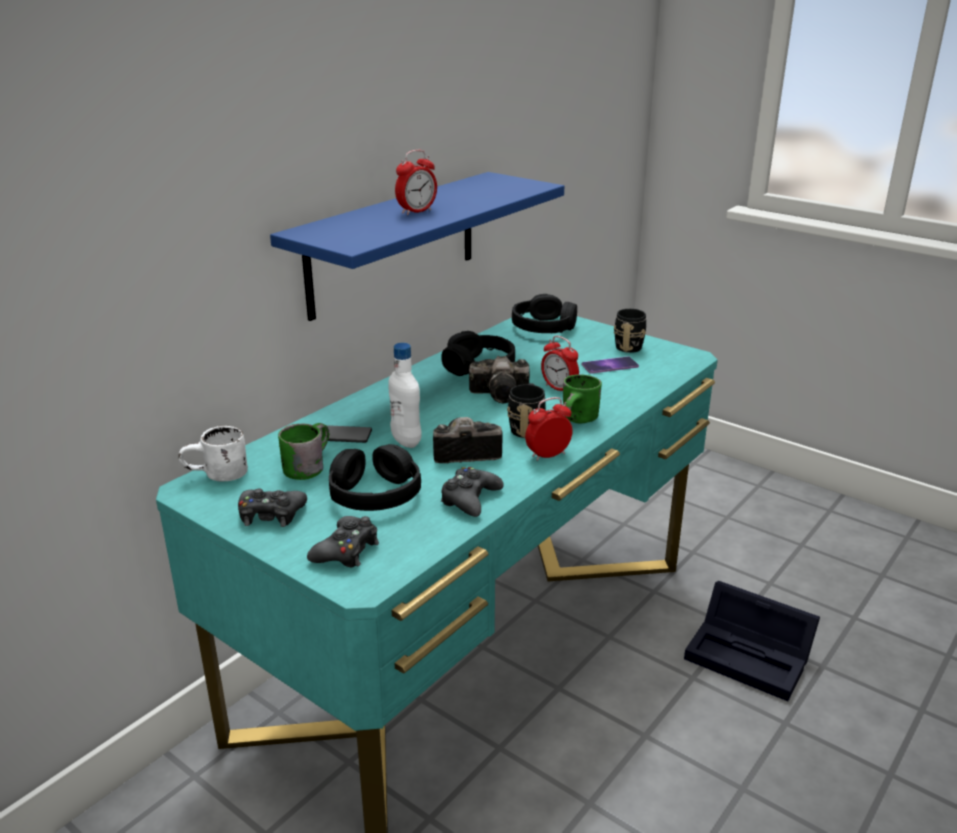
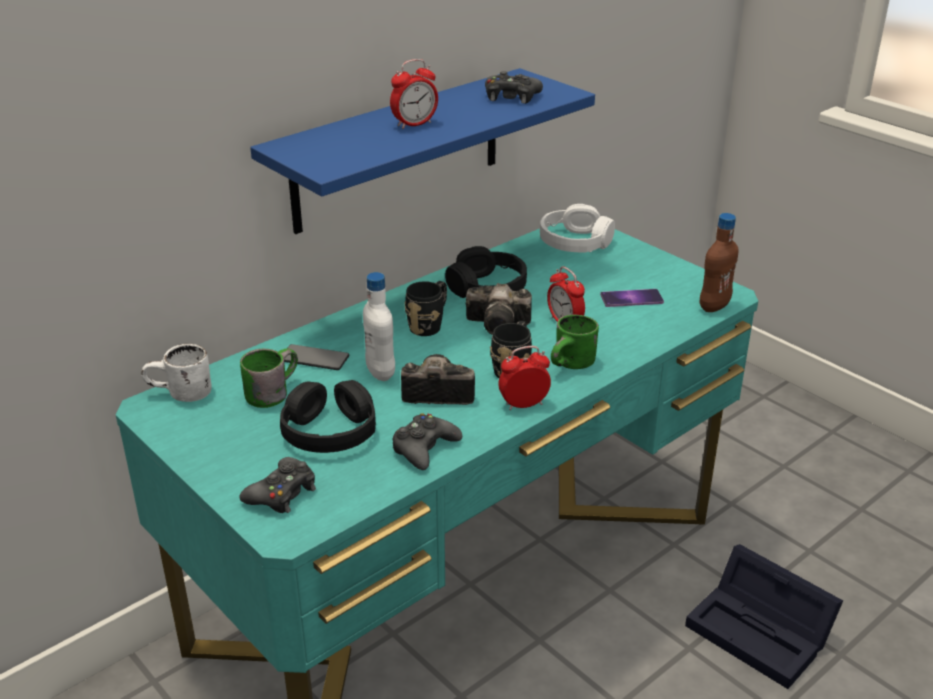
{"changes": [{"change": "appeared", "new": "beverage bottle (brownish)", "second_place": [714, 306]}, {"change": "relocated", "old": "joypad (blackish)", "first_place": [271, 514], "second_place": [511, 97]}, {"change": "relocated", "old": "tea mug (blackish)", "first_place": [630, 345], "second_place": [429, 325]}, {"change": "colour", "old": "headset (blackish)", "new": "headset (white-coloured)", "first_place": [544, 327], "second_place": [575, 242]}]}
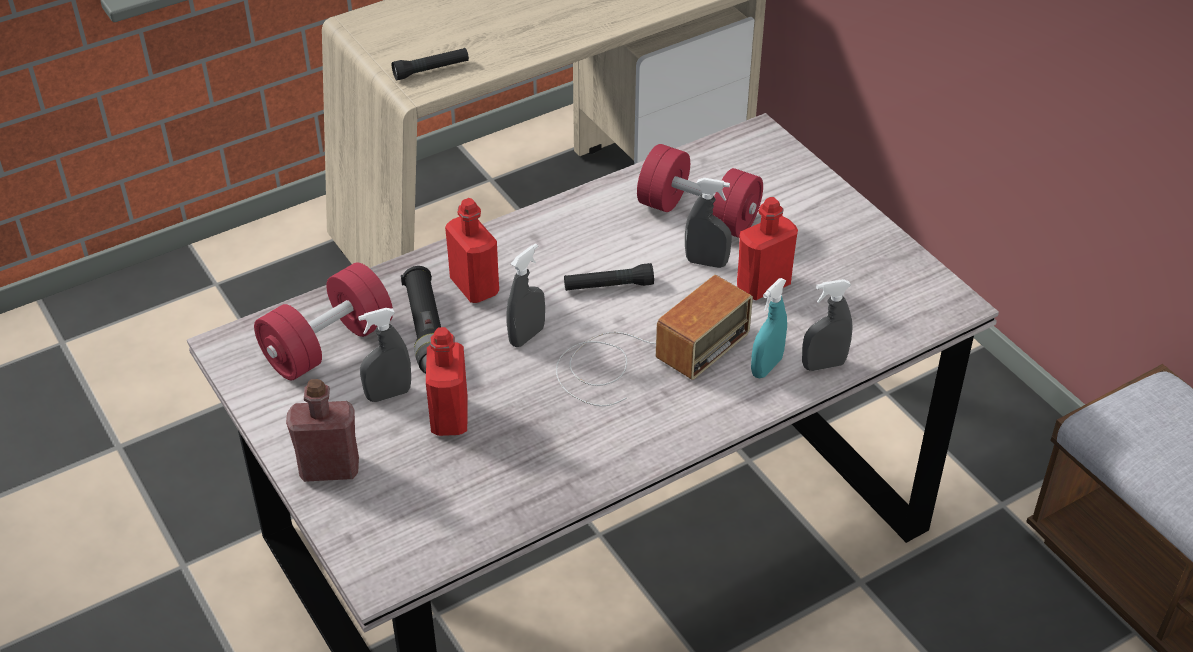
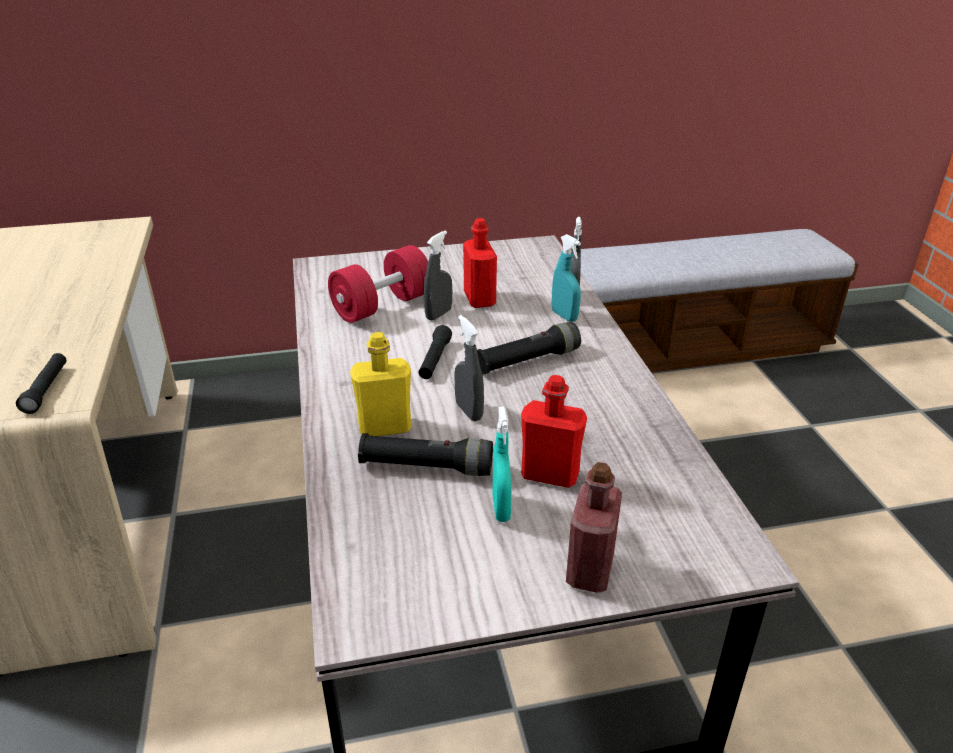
{"changes": [{"change": "missing", "old": "free weight (red)", "first_place": [328, 345]}, {"change": "exchanged", "old": "radio receiver", "new": "hand torch (blackish)", "first_place": [644, 357], "second_place": [527, 361]}, {"change": "colour", "old": "hand sprayer (greyish)", "new": "hand sprayer (blue-green)", "first_place": [388, 394], "second_place": [501, 508]}, {"change": "colour", "old": "beverage bottle (red)", "new": "beverage bottle (yellowish)", "first_place": [474, 286], "second_place": [385, 427]}]}
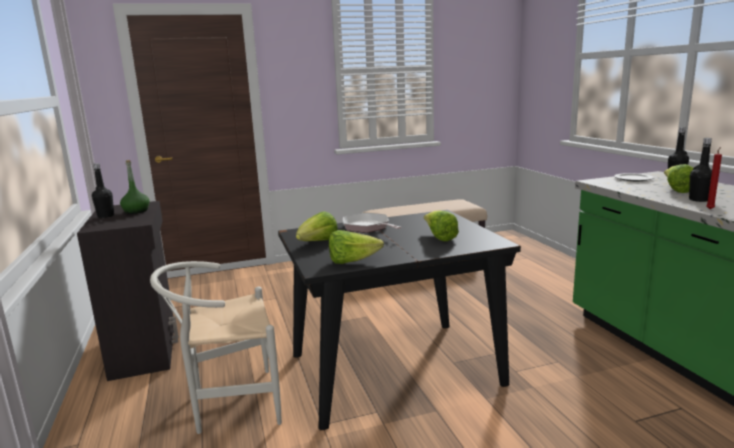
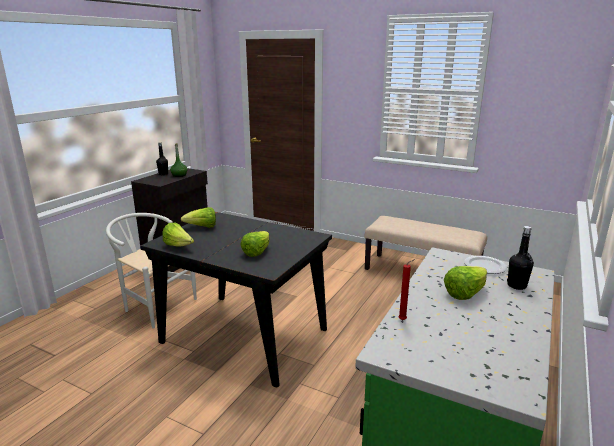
{"changes": [{"change": "missing", "old": "pan", "first_place": [368, 227]}, {"change": "missing", "old": "beverage bottle (blackish)", "first_place": [699, 200]}]}
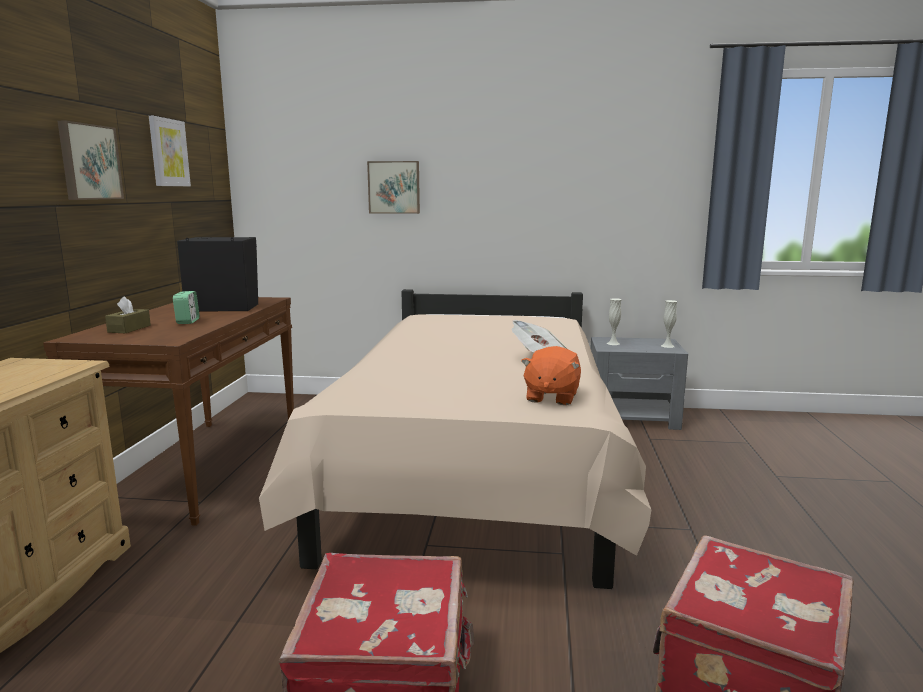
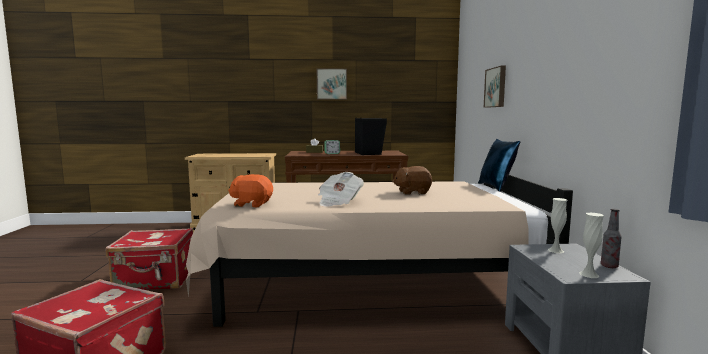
{"changes": [{"change": "missing", "old": "picture", "first_place": [168, 152]}, {"change": "appeared", "new": "cuddly toy (brownish)", "second_place": [412, 192]}, {"change": "appeared", "new": "cushion (blue-coloured)", "second_place": [497, 187]}, {"change": "appeared", "new": "beverage bottle", "second_place": [609, 266]}]}
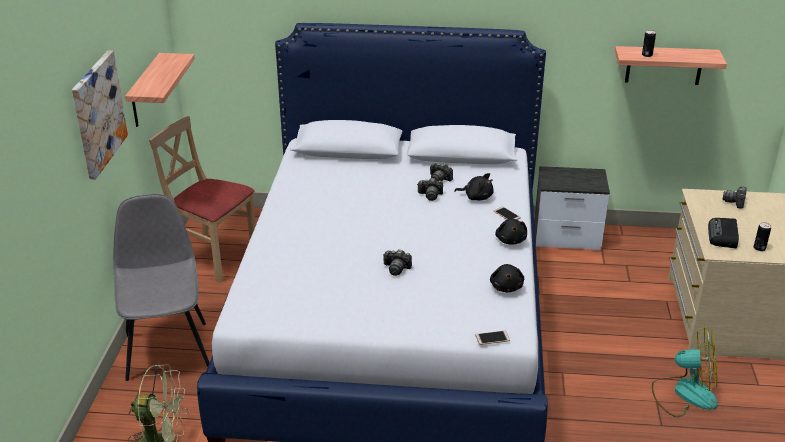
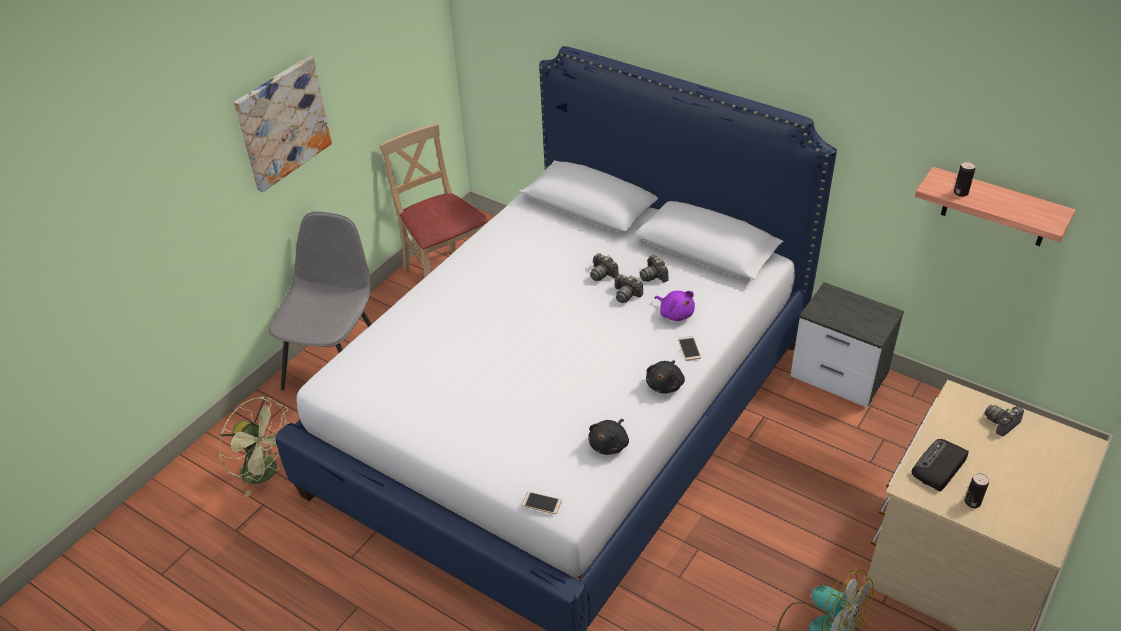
{"changes": [{"change": "missing", "old": "shelf", "first_place": [145, 91]}, {"change": "relocated", "old": "still camera", "first_place": [396, 268], "second_place": [602, 274]}, {"change": "colour", "old": "cuddly toy (blackish)", "new": "cuddly toy (purple)", "first_place": [476, 197], "second_place": [675, 313]}]}
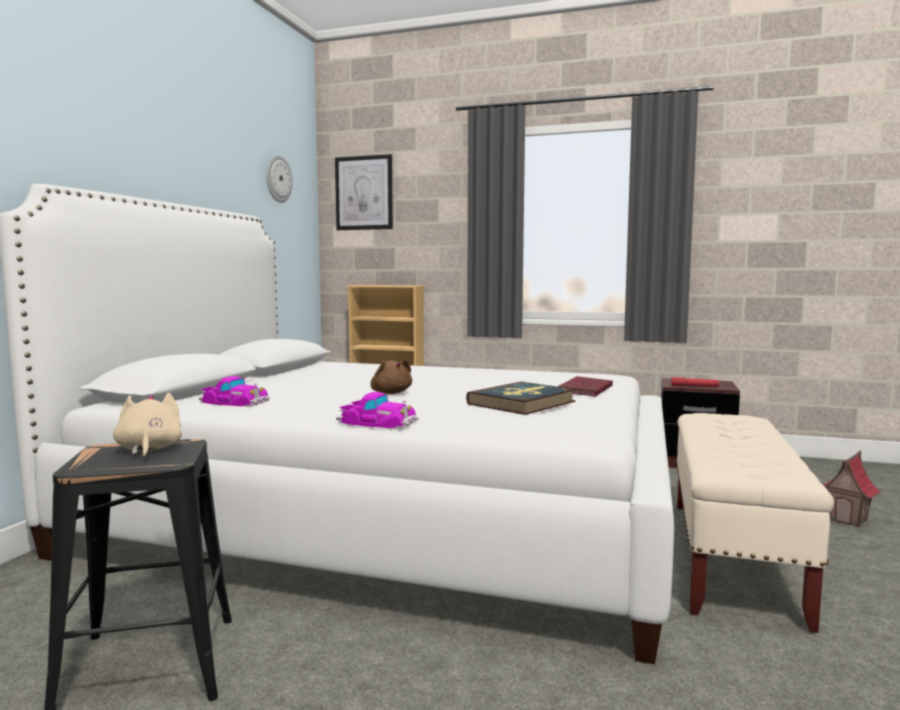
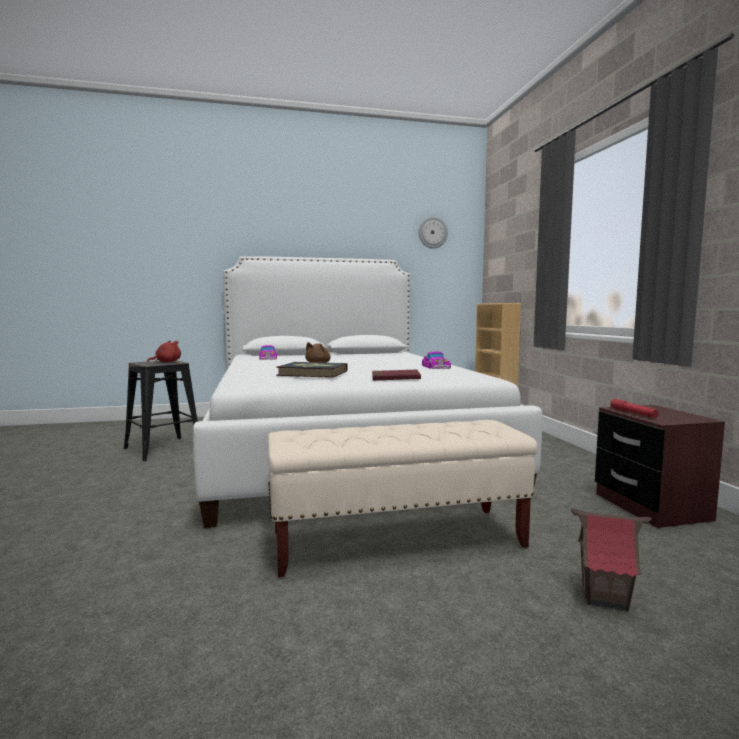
{"changes": [{"change": "missing", "old": "picture", "first_place": [364, 193]}, {"change": "relocated", "old": "miniature car", "first_place": [377, 422], "second_place": [435, 366]}, {"change": "colour", "old": "cuddly toy (beige-coloured)", "new": "cuddly toy (red)", "first_place": [149, 450], "second_place": [166, 362]}]}
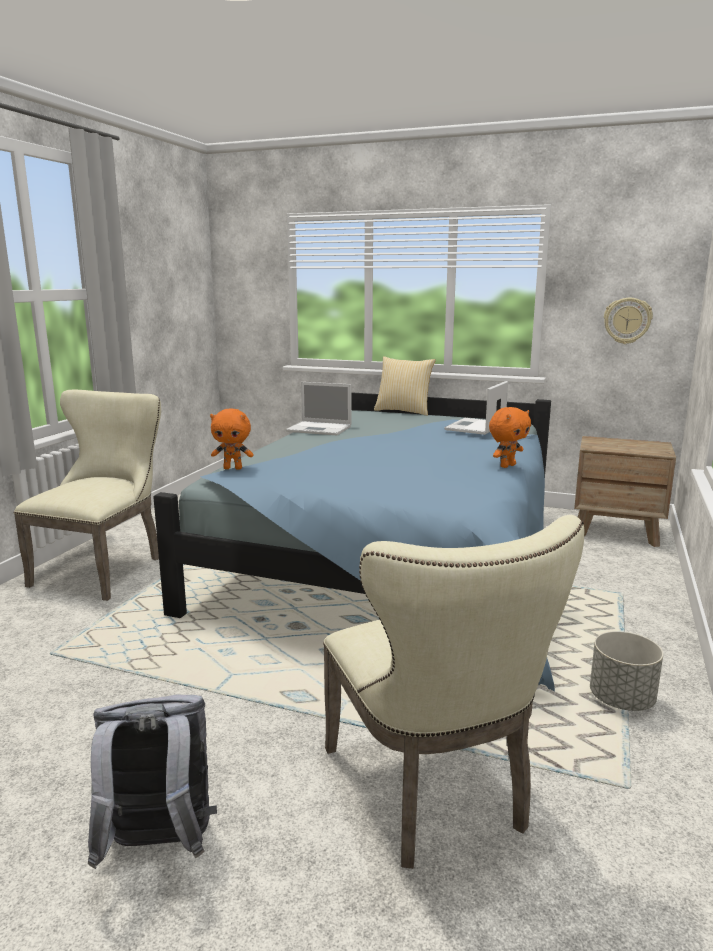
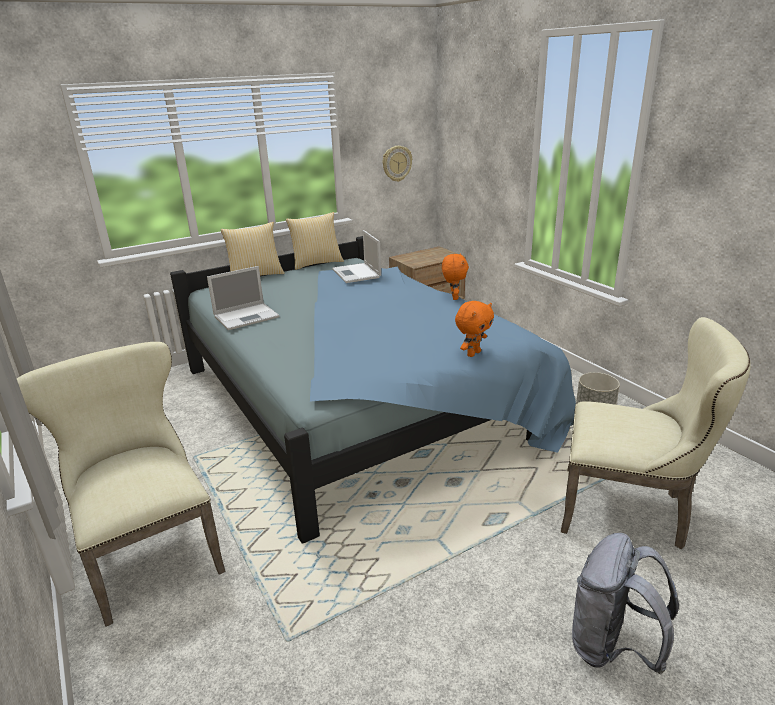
{"changes": [{"change": "appeared", "new": "cushion", "second_place": [316, 263]}, {"change": "relocated", "old": "cuddly toy (orange)", "first_place": [233, 468], "second_place": [473, 353]}]}
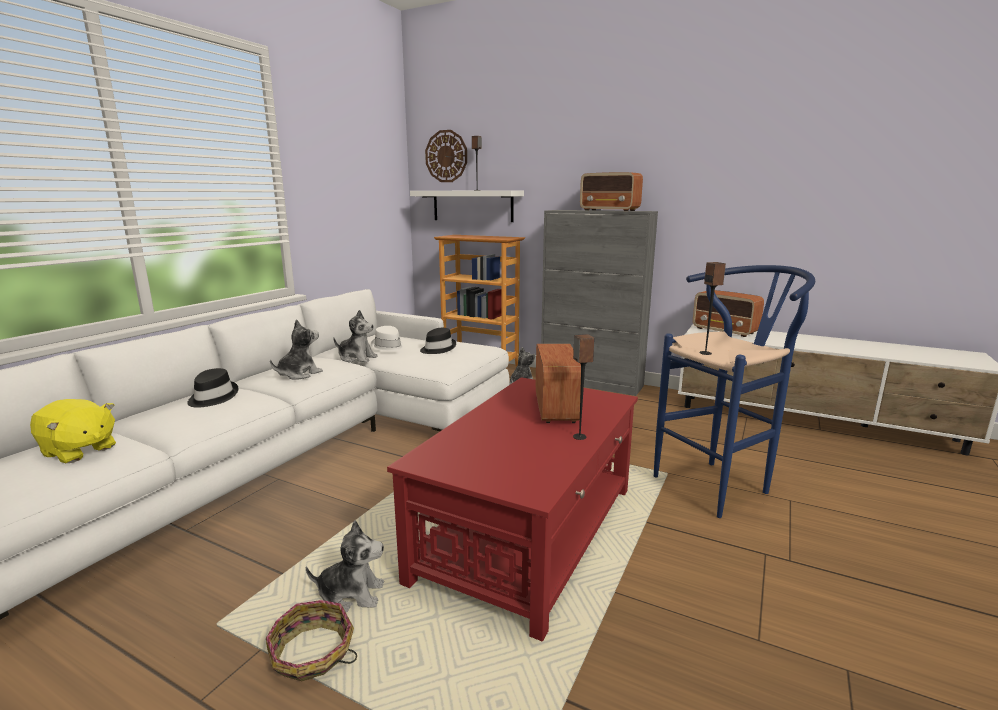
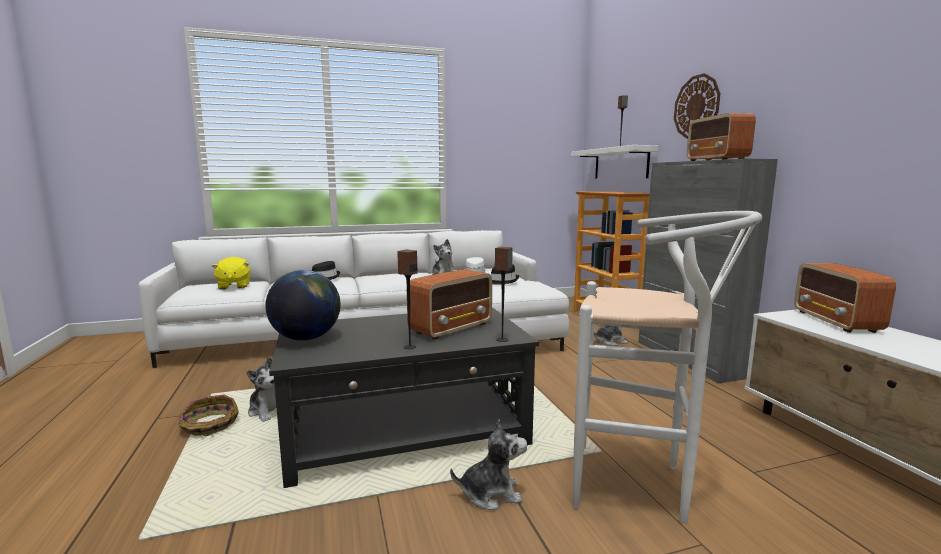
{"changes": [{"change": "appeared", "new": "world globe", "second_place": [306, 338]}, {"change": "relocated", "old": "cuddly toy", "first_place": [299, 374], "second_place": [491, 494]}, {"change": "relocated", "old": "wall clock", "first_place": [446, 156], "second_place": [696, 107]}, {"change": "relocated", "old": "speaker", "first_place": [705, 353], "second_place": [502, 340]}, {"change": "colour", "old": "coffee table (red)", "new": "coffee table (blackish)", "first_place": [530, 531], "second_place": [407, 432]}, {"change": "colour", "old": "sitting stool (blue-coloured)", "new": "sitting stool (white-coloured)", "first_place": [719, 484], "second_place": [641, 486]}]}
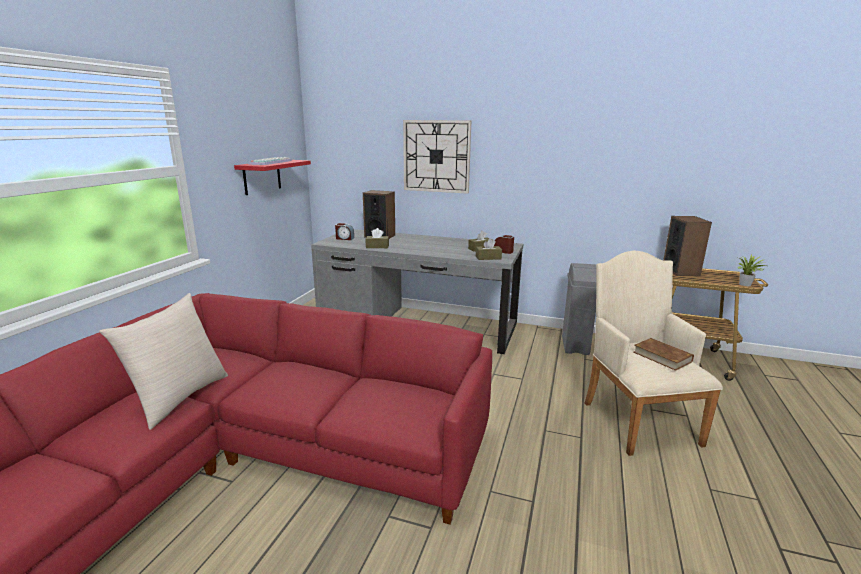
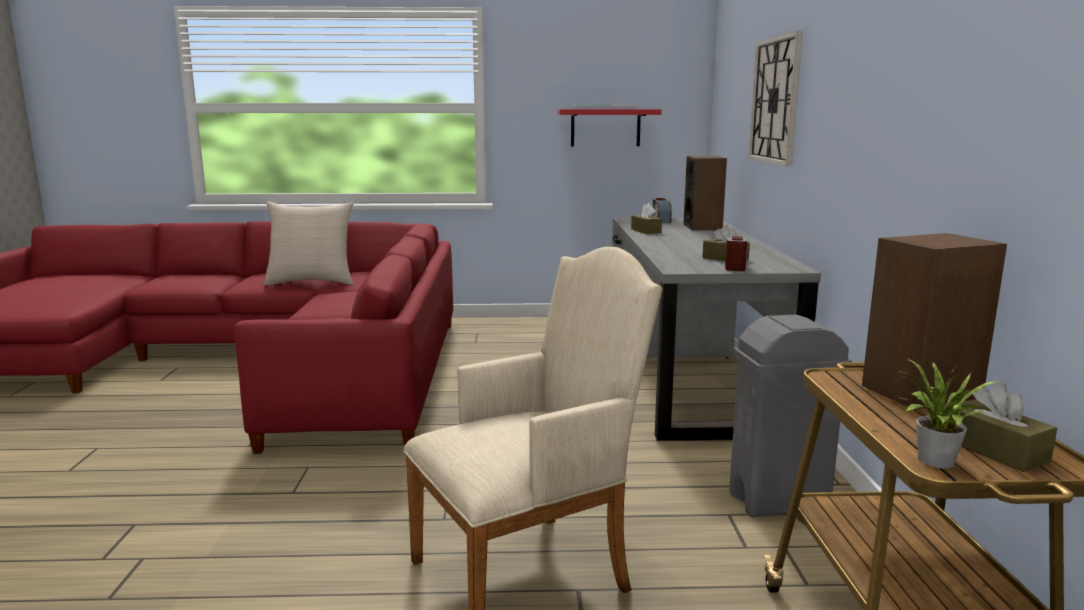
{"changes": [{"change": "missing", "old": "book (brownish)", "first_place": [662, 356]}, {"change": "relocated", "old": "box of tissues (brownish)", "first_place": [488, 258], "second_place": [995, 450]}]}
